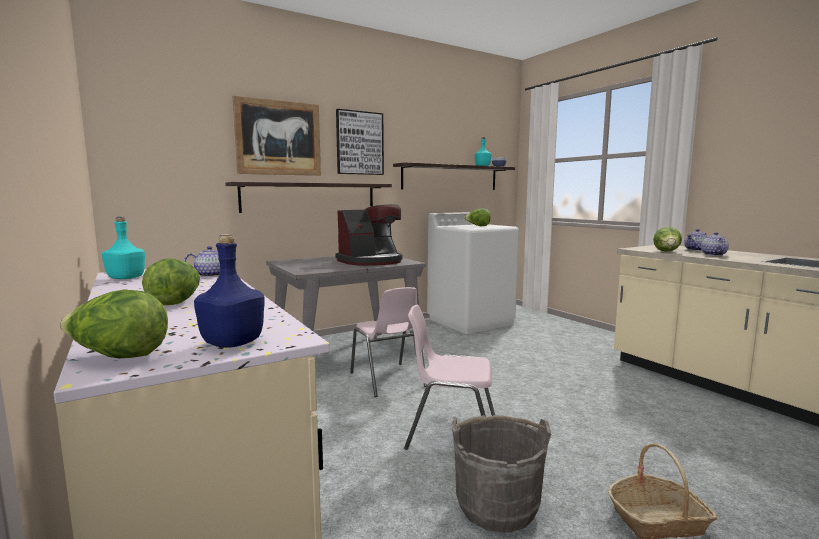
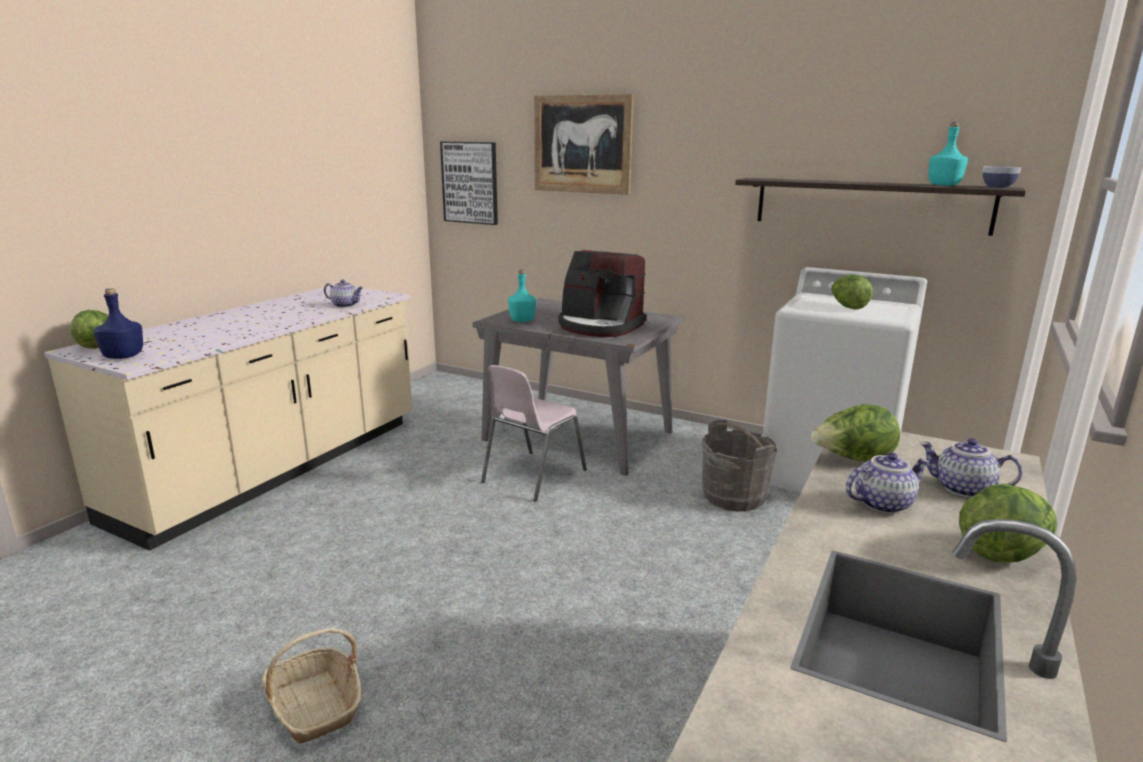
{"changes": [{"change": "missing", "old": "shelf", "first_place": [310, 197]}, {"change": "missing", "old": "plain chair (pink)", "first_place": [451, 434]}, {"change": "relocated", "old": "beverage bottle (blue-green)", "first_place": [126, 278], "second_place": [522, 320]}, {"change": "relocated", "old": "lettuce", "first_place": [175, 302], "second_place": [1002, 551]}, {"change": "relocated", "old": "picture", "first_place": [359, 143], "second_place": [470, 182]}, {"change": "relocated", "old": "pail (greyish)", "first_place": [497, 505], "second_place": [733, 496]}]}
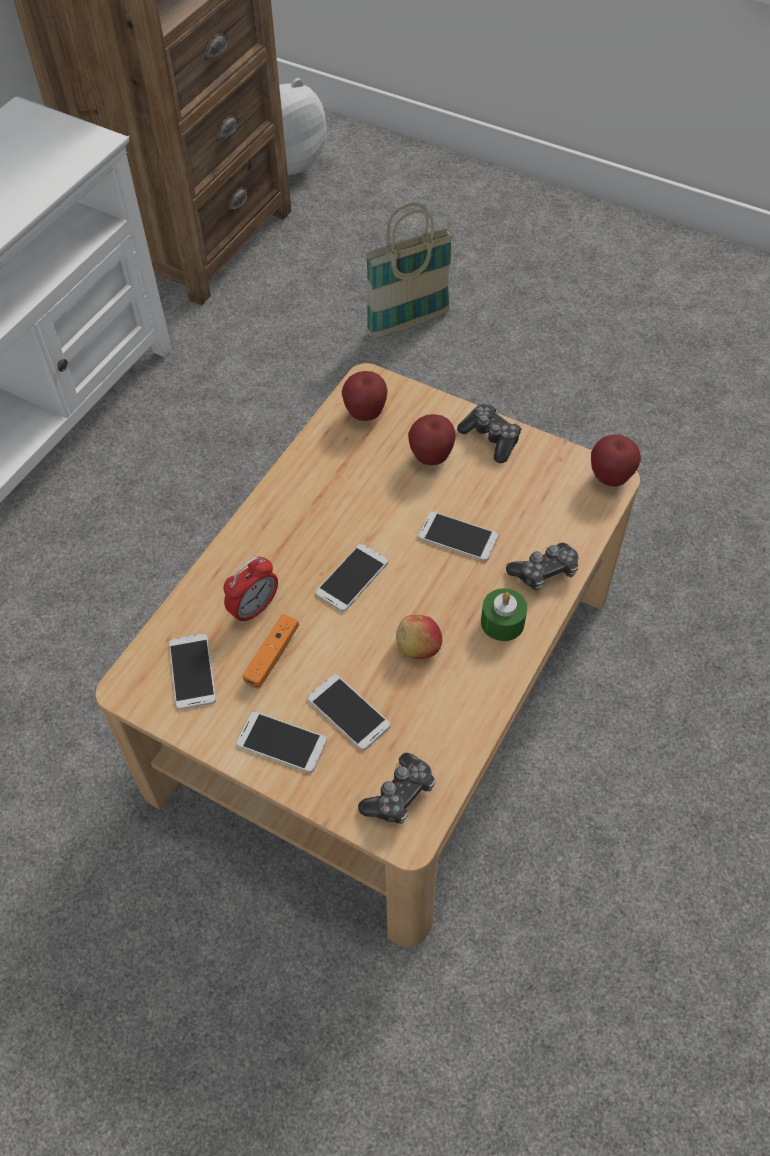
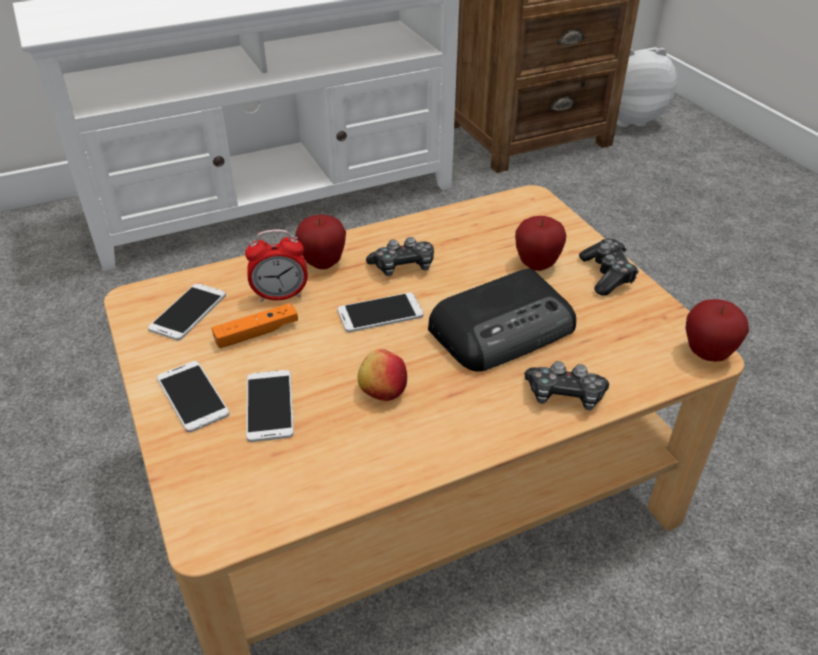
{"changes": [{"change": "missing", "old": "household basket", "first_place": [408, 323]}, {"change": "missing", "old": "wax candle (green-coloured)", "first_place": [502, 622]}, {"change": "relocated", "old": "apple", "first_place": [365, 414], "second_place": [323, 263]}, {"change": "relocated", "old": "joypad", "first_place": [400, 795], "second_place": [403, 266]}, {"change": "exchanged", "old": "phone", "new": "radio receiver", "first_place": [458, 537], "second_place": [504, 329]}]}
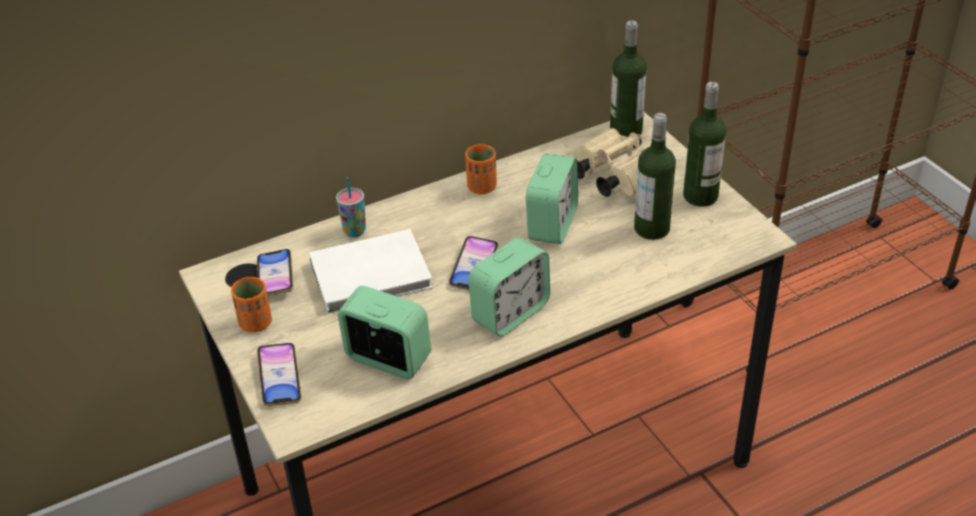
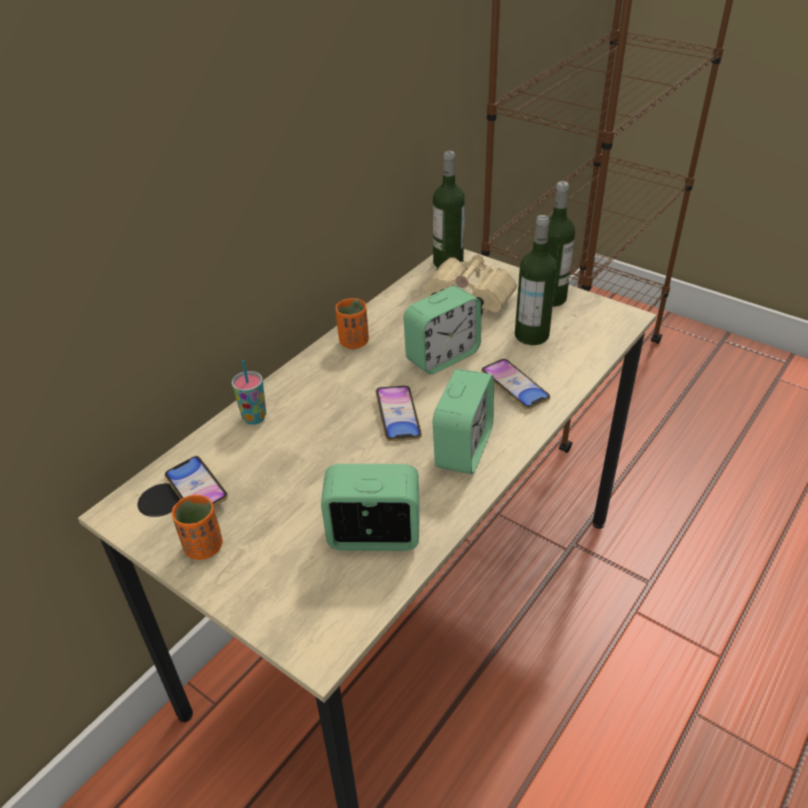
{"changes": [{"change": "missing", "old": "book (white-coloured)", "first_place": [374, 275]}, {"change": "relocated", "old": "phone", "first_place": [279, 378], "second_place": [514, 387]}, {"change": "spun", "old": "alarm clock", "first_place": [552, 224], "second_place": [442, 356], "degrees": 60}]}
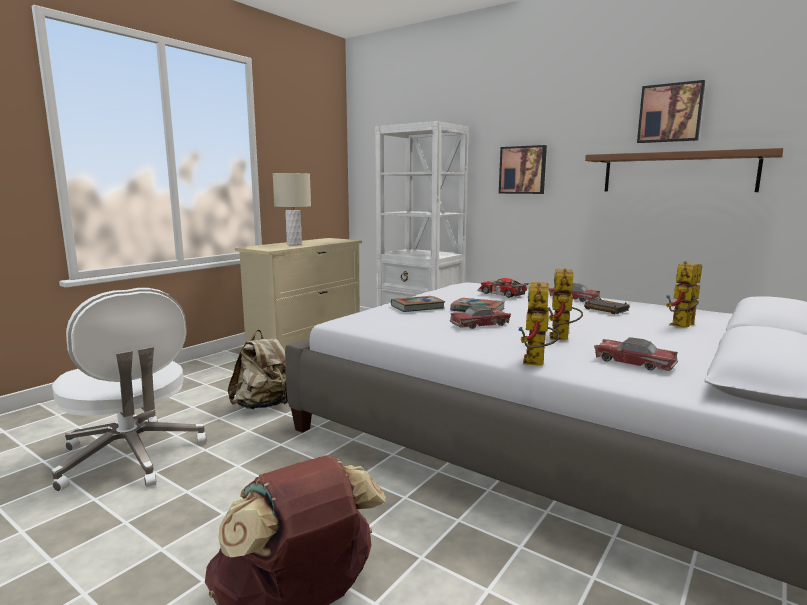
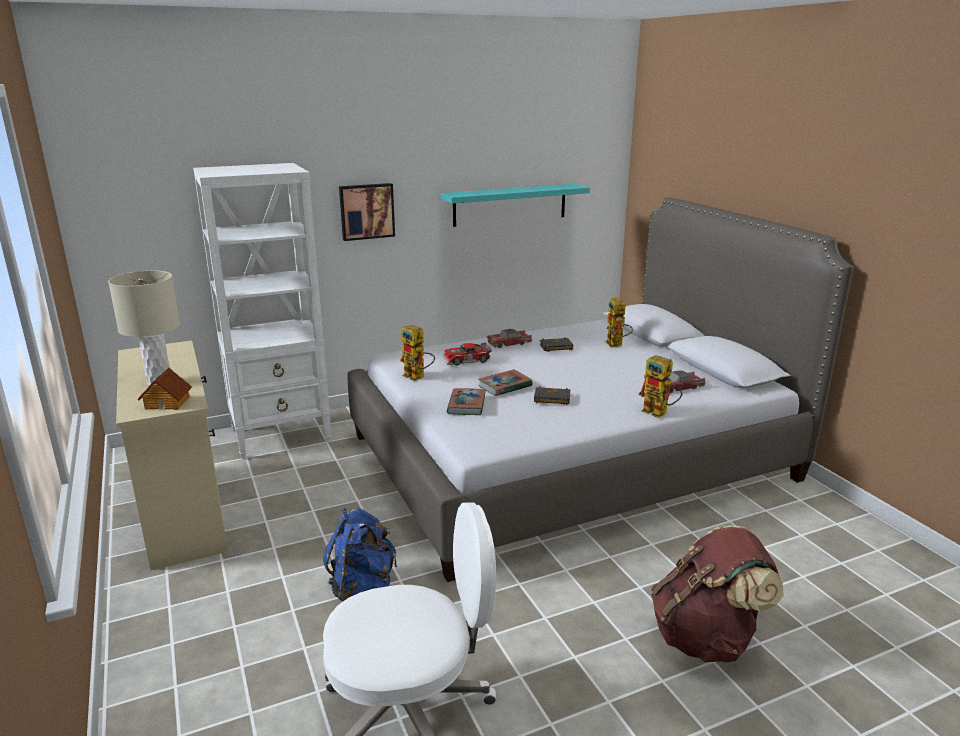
{"changes": [{"change": "missing", "old": "picture", "first_place": [670, 113]}, {"change": "appeared", "new": "model house", "second_place": [167, 402]}, {"change": "relocated", "old": "model robot", "first_place": [562, 339], "second_place": [418, 377]}, {"change": "exchanged", "old": "miniature car", "new": "book (blackish)", "first_place": [480, 324], "second_place": [551, 399]}, {"change": "colour", "old": "knapsack (beige-coloured)", "new": "knapsack (blue-coloured)", "first_place": [265, 405], "second_place": [363, 589]}, {"change": "colour", "old": "shelf (brownish)", "new": "shelf (blue-green)", "first_place": [678, 172], "second_place": [510, 205]}]}
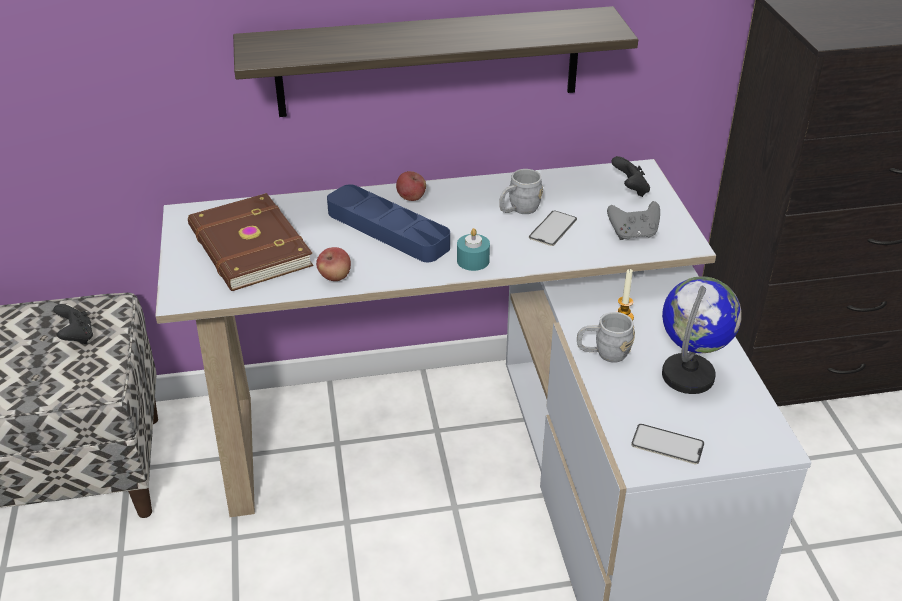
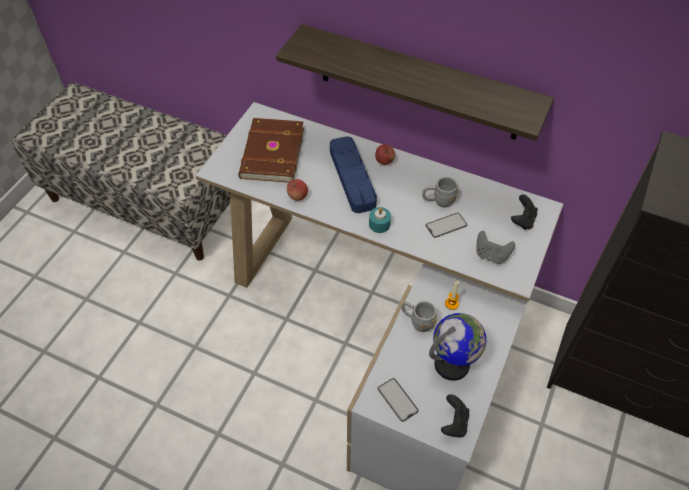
{"changes": [{"change": "relocated", "old": "joypad (blackish)", "first_place": [77, 337], "second_place": [454, 423]}]}
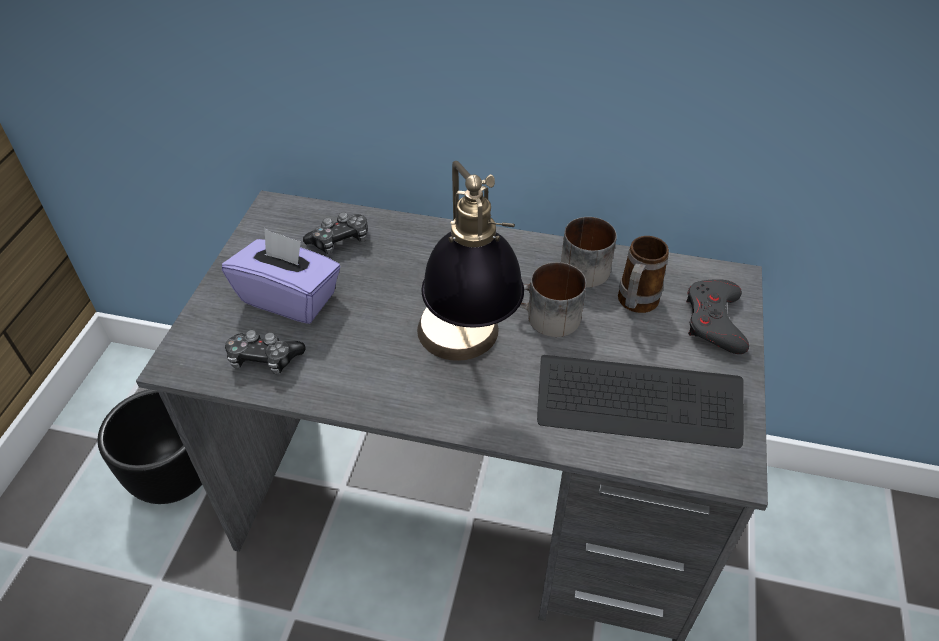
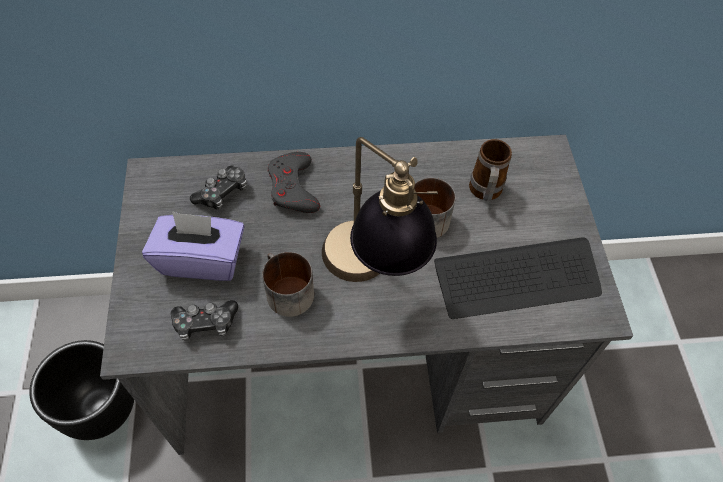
{"changes": [{"change": "relocated", "old": "tea mug", "first_place": [580, 266], "second_place": [285, 291]}, {"change": "relocated", "old": "joypad (greyish)", "first_place": [714, 321], "second_place": [293, 188]}]}
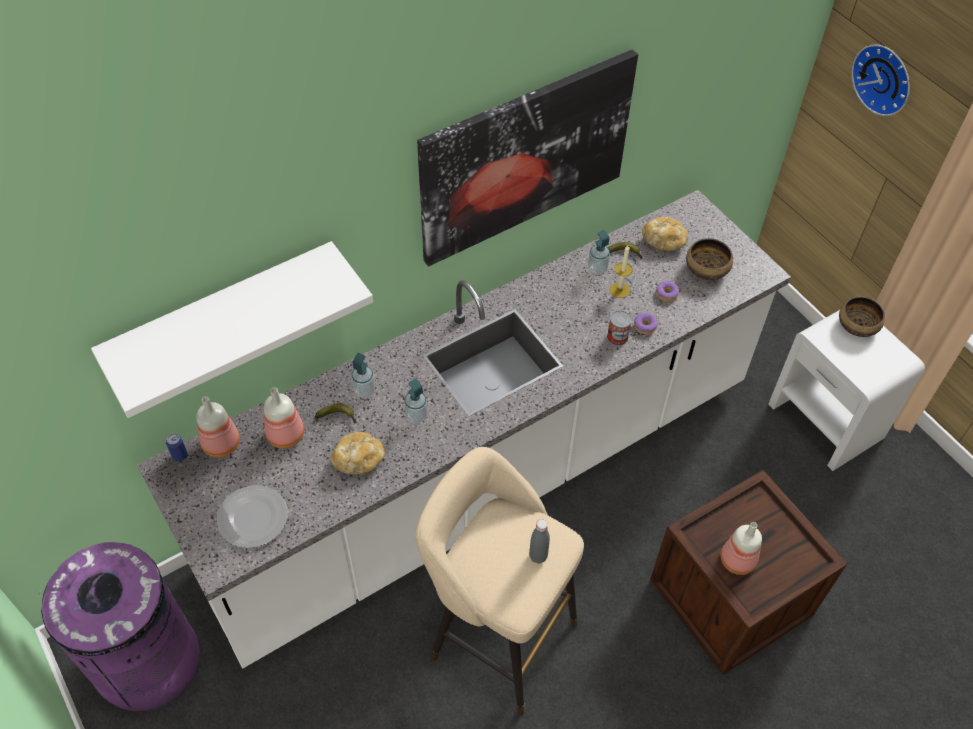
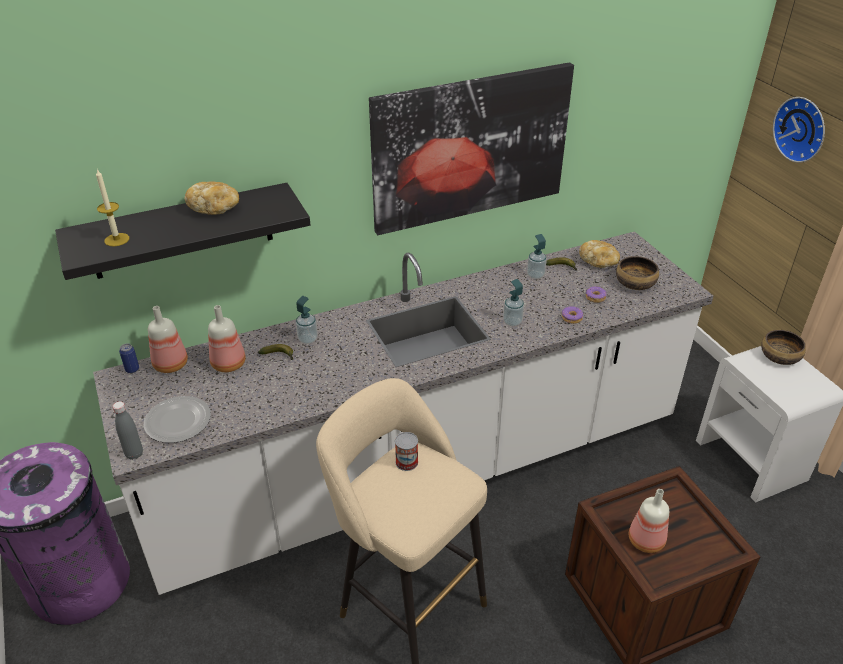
{"changes": [{"change": "relocated", "old": "baked bread", "first_place": [358, 460], "second_place": [214, 208]}, {"change": "relocated", "old": "soap dispenser", "first_place": [416, 415], "second_place": [512, 322]}, {"change": "relocated", "old": "beverage bottle (greyish)", "first_place": [538, 556], "second_place": [134, 454]}, {"change": "relocated", "old": "can", "first_place": [617, 337], "second_place": [406, 462]}, {"change": "relocated", "old": "wax candle", "first_place": [619, 290], "second_place": [117, 239]}, {"change": "colour", "old": "shelf (white-coloured)", "new": "shelf (blackish)", "first_place": [222, 314], "second_place": [182, 231]}]}
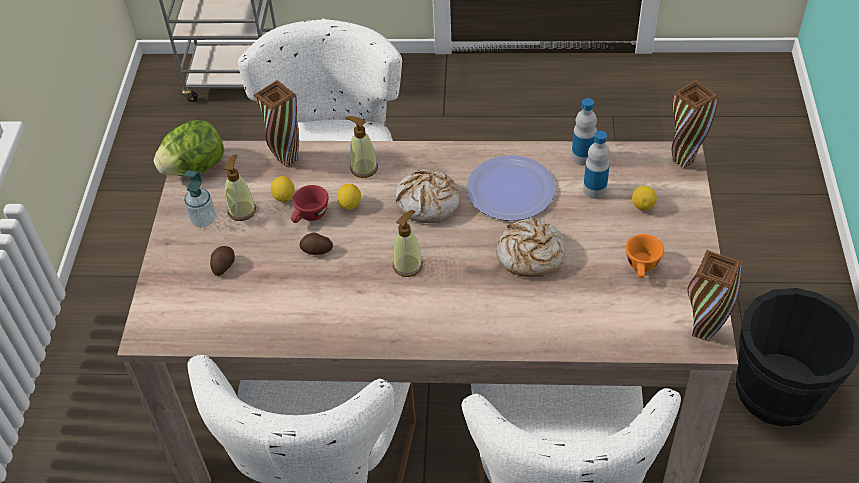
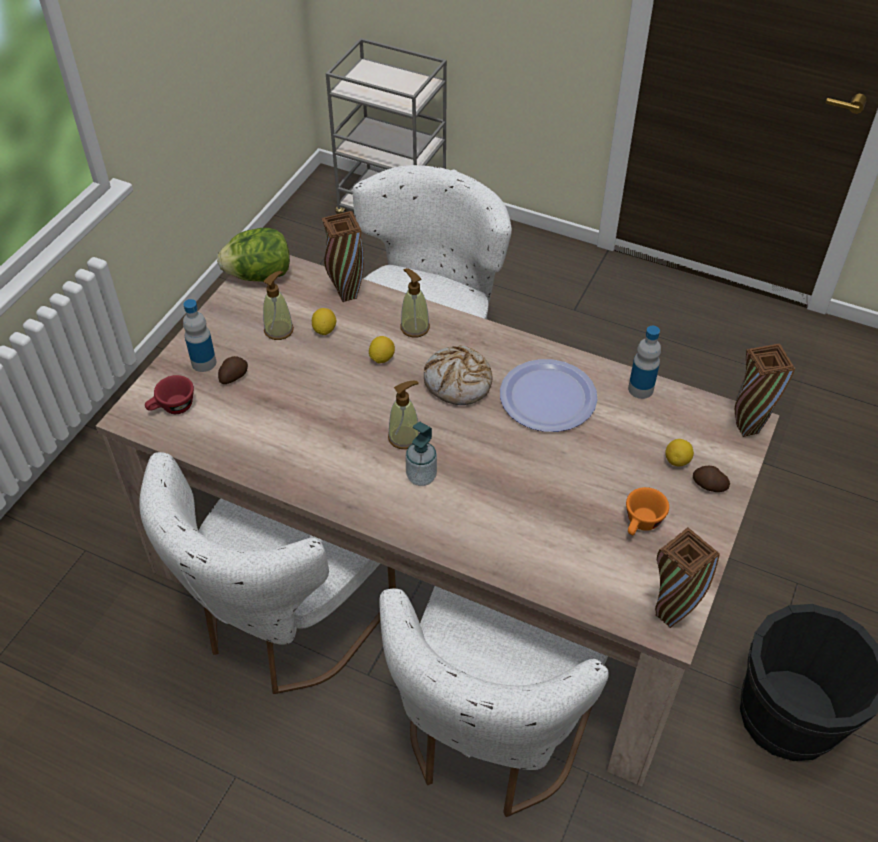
{"changes": [{"change": "missing", "old": "baked bread", "first_place": [530, 255]}, {"change": "relocated", "old": "soap dispenser", "first_place": [203, 220], "second_place": [421, 476]}, {"change": "relocated", "old": "drinking cup (red)", "first_place": [310, 216], "second_place": [172, 408]}, {"change": "relocated", "old": "whole potato", "first_place": [316, 250], "second_place": [709, 486]}, {"change": "relocated", "old": "beverage bottle", "first_place": [594, 190], "second_place": [204, 363]}]}
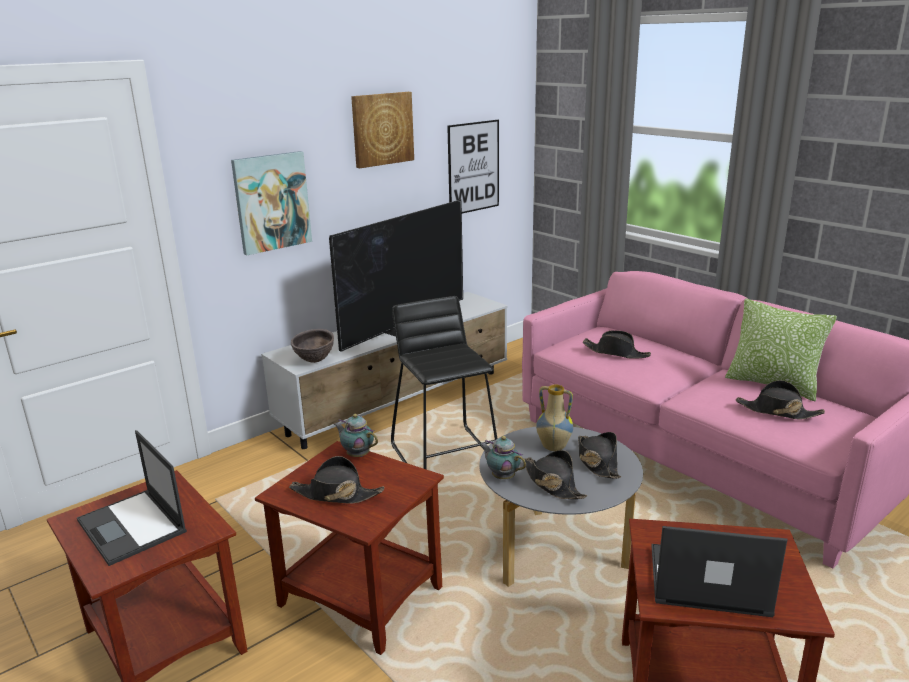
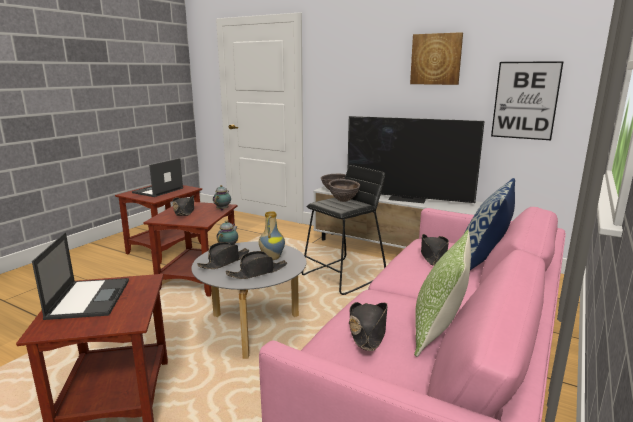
{"changes": [{"change": "missing", "old": "picture", "first_place": [272, 202]}, {"change": "appeared", "new": "serving bowl (brownish)", "second_place": [343, 201]}, {"change": "appeared", "new": "cushion", "second_place": [482, 263]}]}
